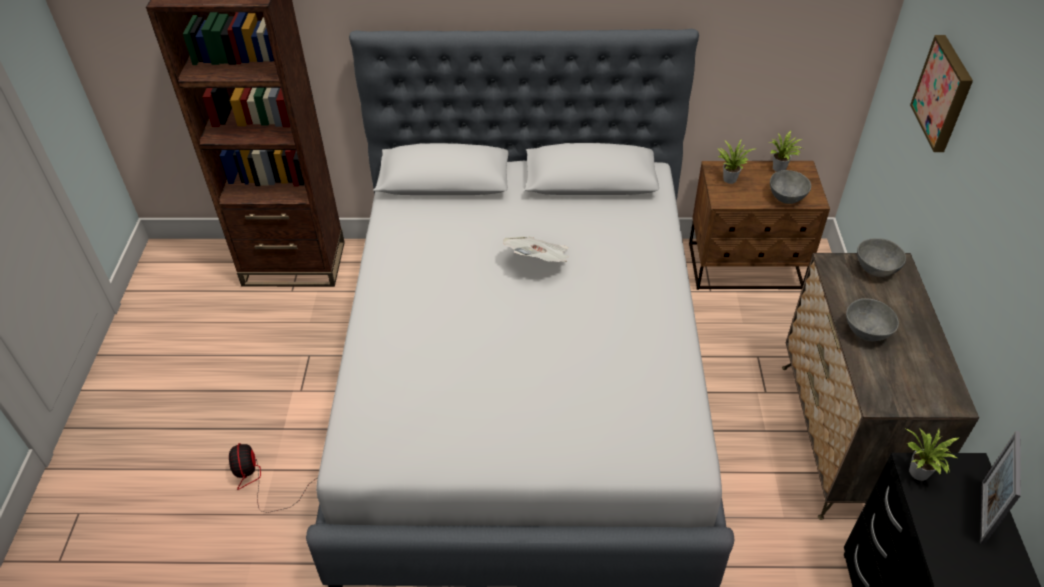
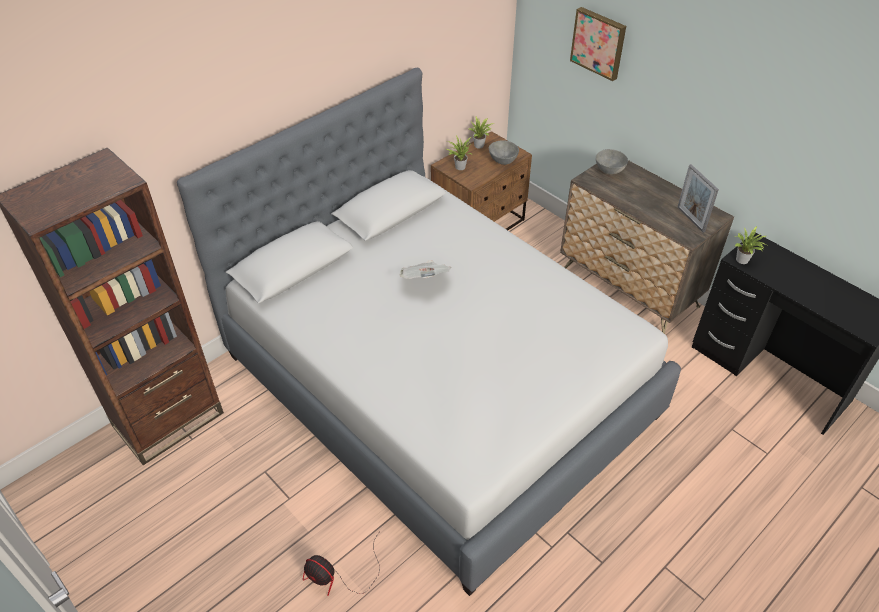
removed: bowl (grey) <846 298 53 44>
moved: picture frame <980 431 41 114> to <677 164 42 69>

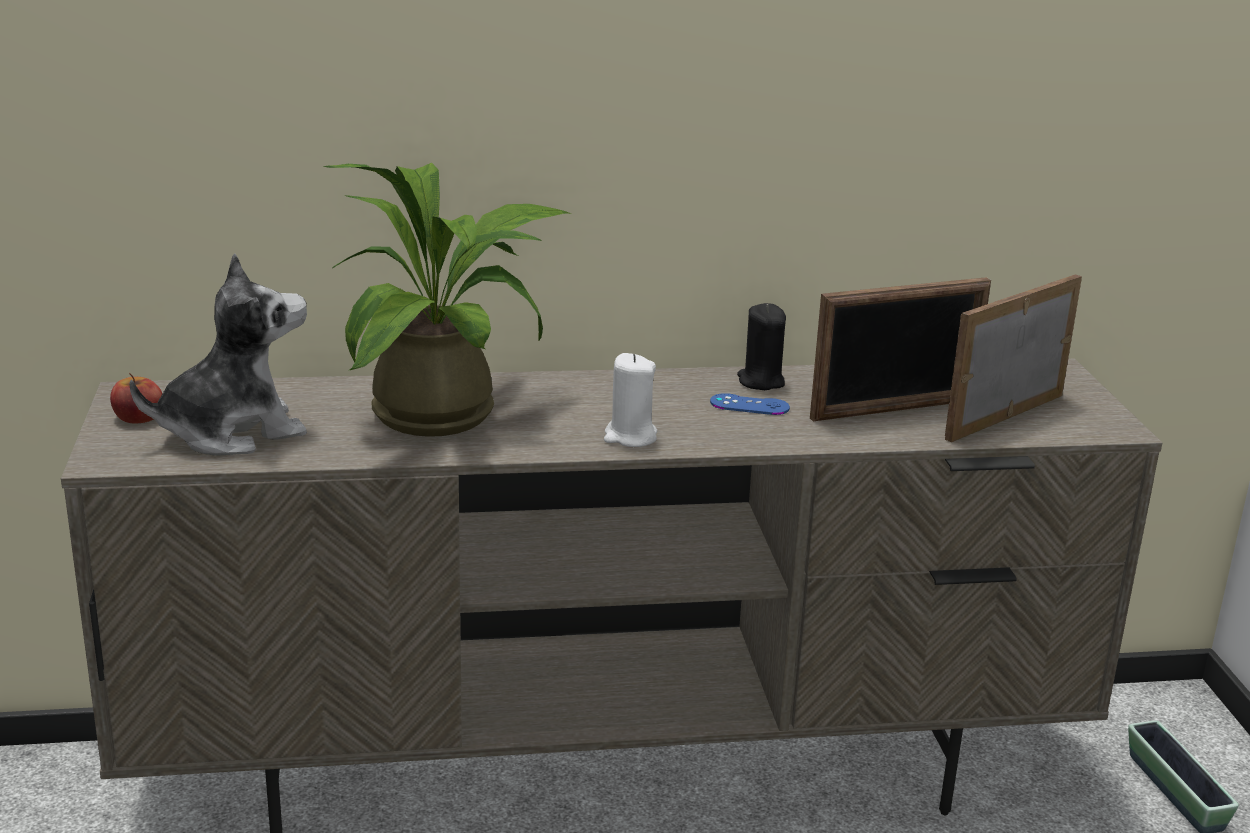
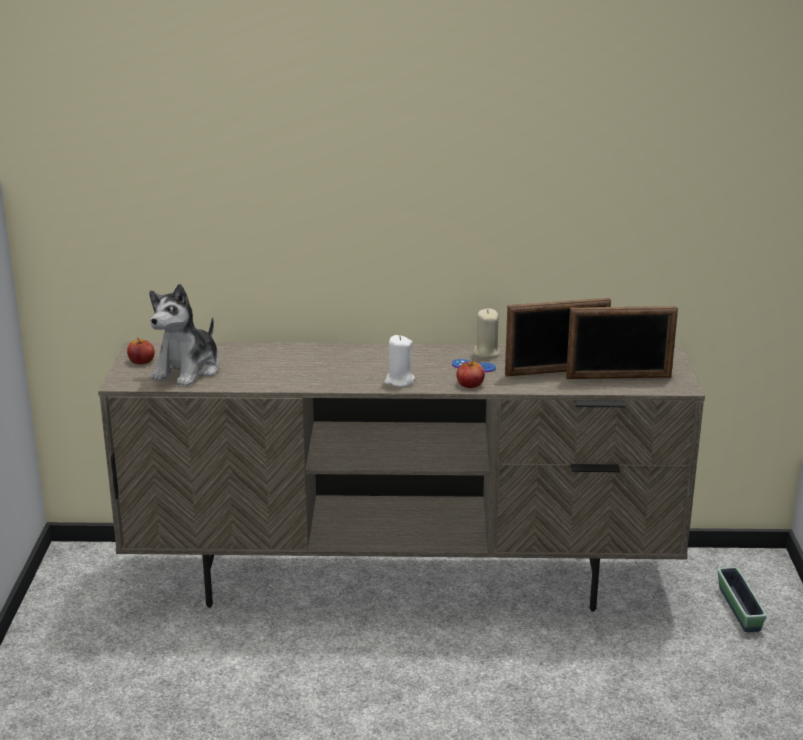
removed: potted plant <323 163 248 274>
added: apple <456 359 29 29>
recoloured: candle (black) <737 303 49 87> to candle (beige) <473 309 27 49>
turned: plush toy <129 253 178 203> = <150 284 69 103> 135 degrees clockwise; picture frame <945 274 137 168> = <566 306 112 73> 150 degrees counterclockwise

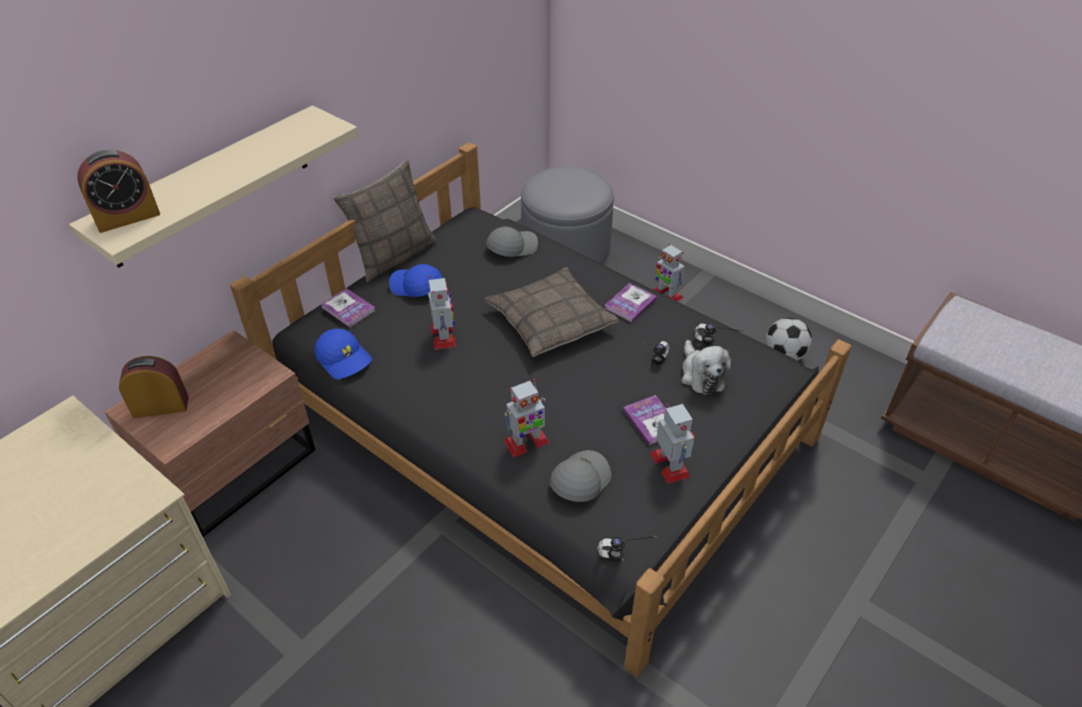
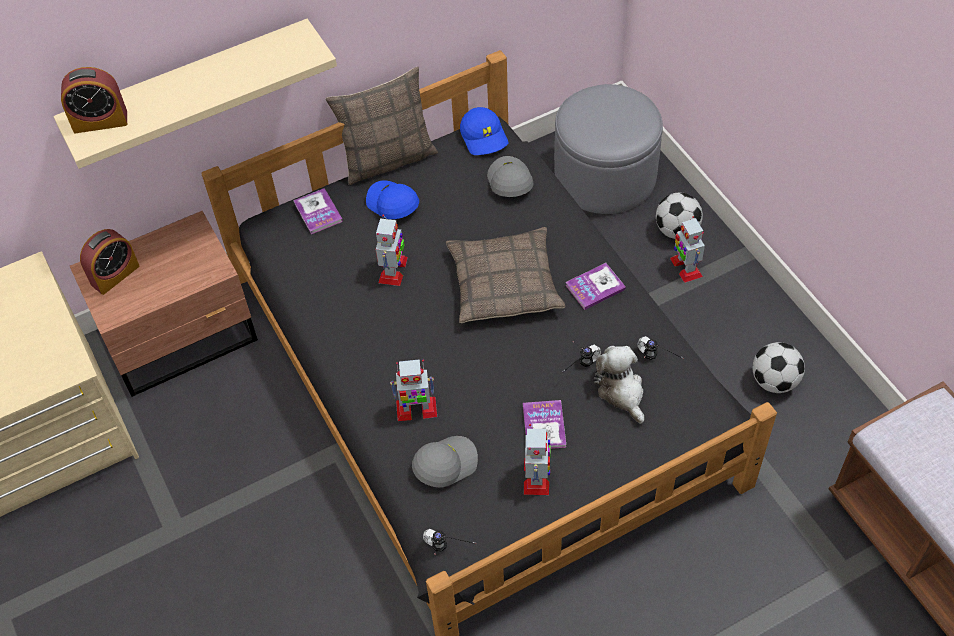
added: football <656 192 47 47>
moved: cap (blue) <314 329 58 50> to <460 107 48 48>
turned: alarm clock <119 356 70 62> = <80 229 60 66> 120 degrees clockwise; cap (grey) <486 227 52 30> = <487 156 47 41> 90 degrees counterclockwise; plush toy <681 340 51 55> = <594 346 50 78> 150 degrees clockwise

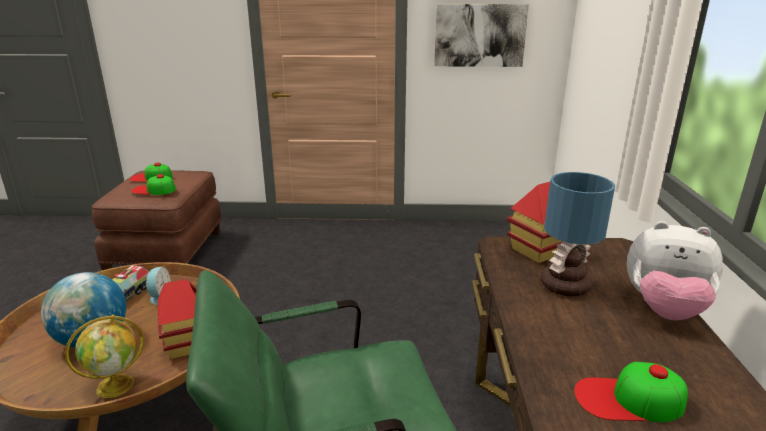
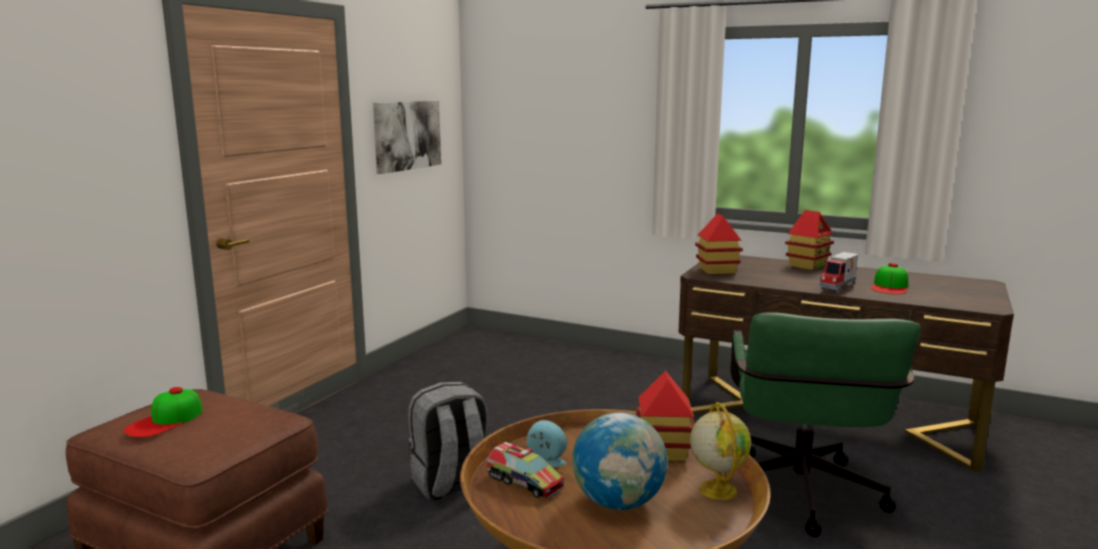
removed: cap <131 174 45 21>; table lamp <541 172 74 124>
added: backpack (grey) <408 382 81 119>; toy truck <819 252 39 41>
replaced: plush toy <626 221 97 99> to toy house <785 210 49 60>

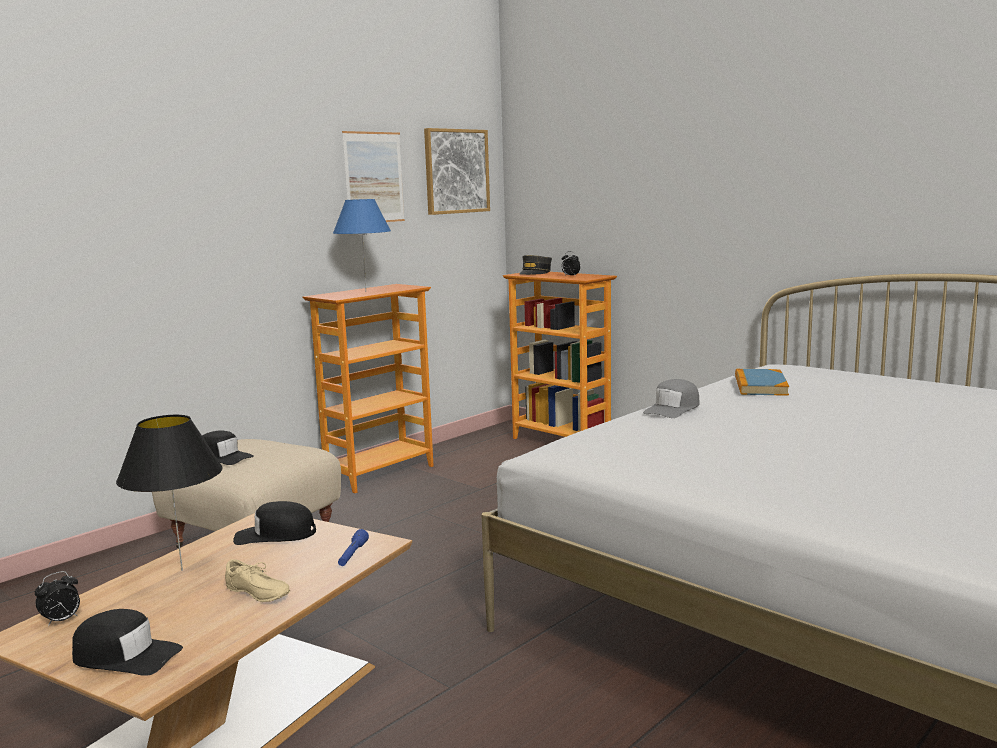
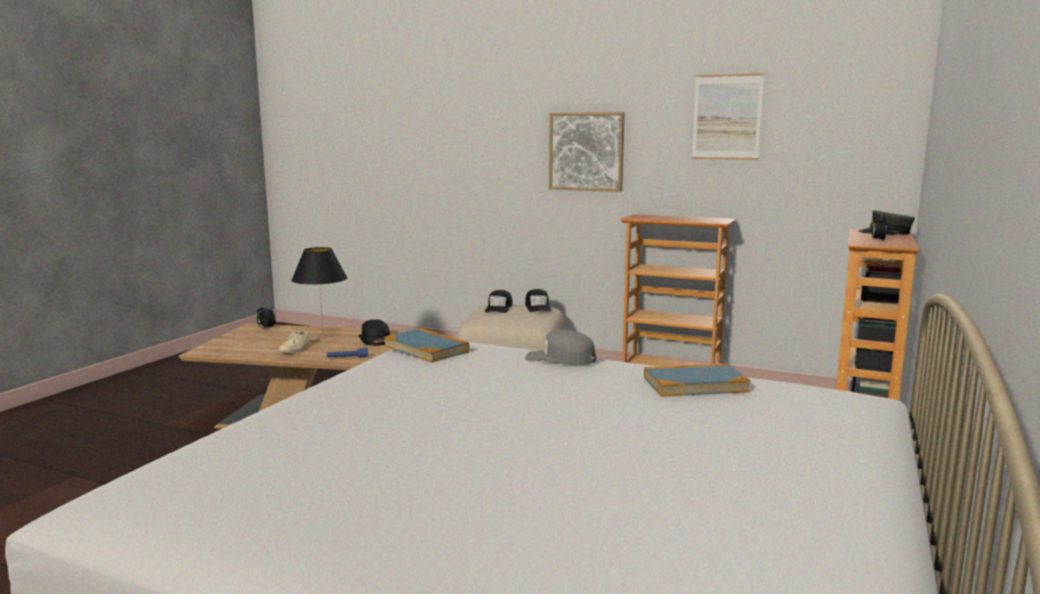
removed: table lamp (blue) <333 199 58 92>
added: book <384 328 86 35>
moved: cap (black) <72 609 111 67> to <525 289 27 23>; picture <424 128 66 87> to <549 112 75 80>

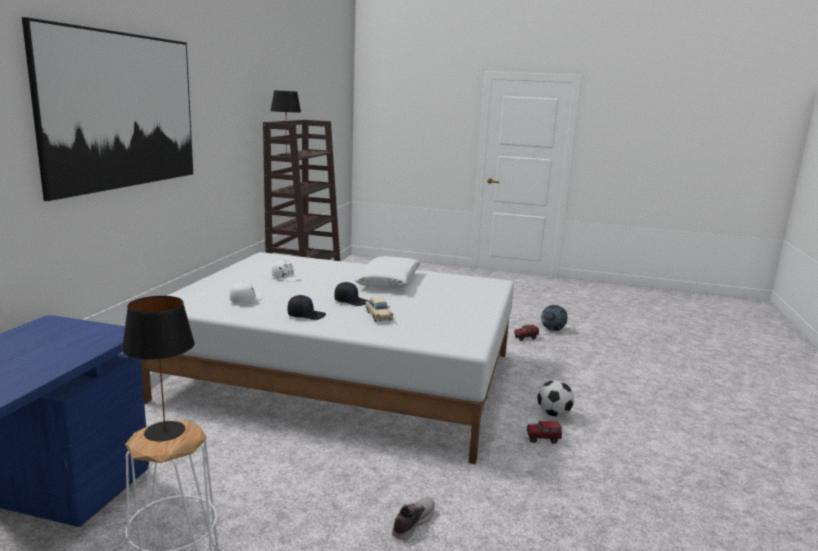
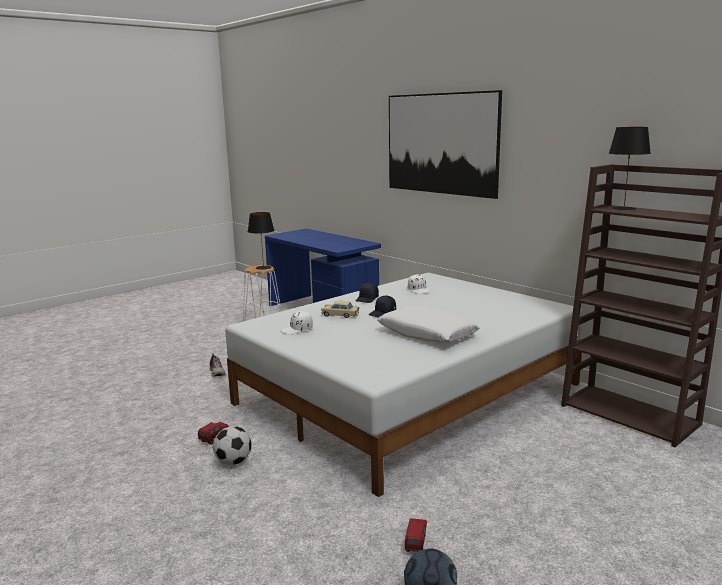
moved: cap (white) <272 260 30 22> to <280 311 33 24>

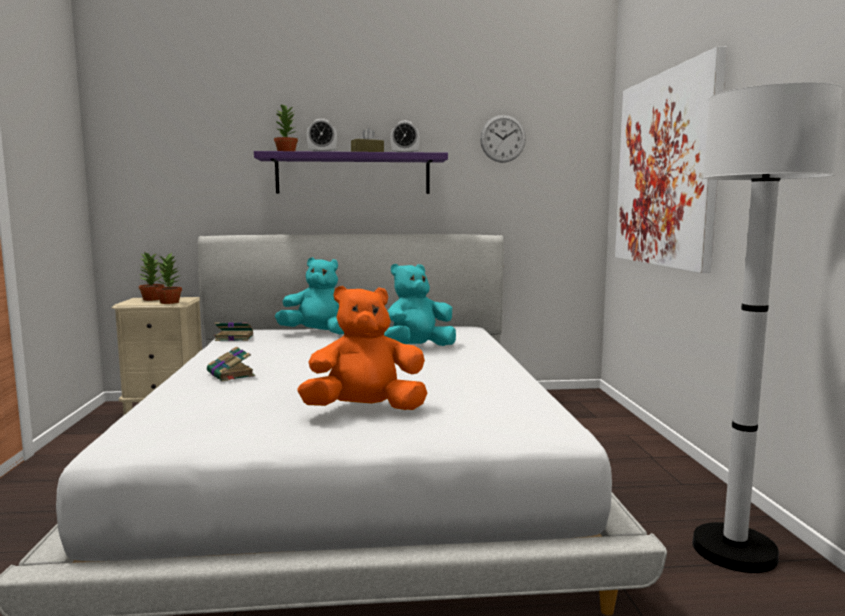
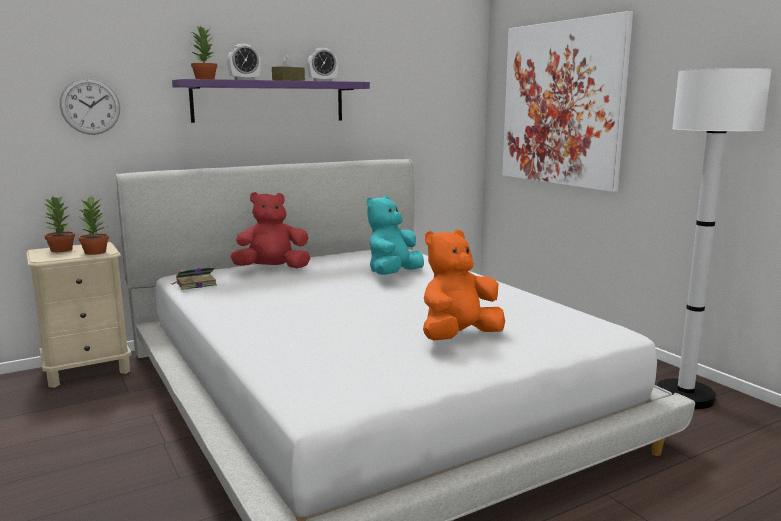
removed: book <207 346 48 35>
moved: wall clock <480 115 46 48> to <60 78 60 57>
recoloured: plush toy (turquoise) <275 257 69 78> to plush toy (red) <230 192 80 76>

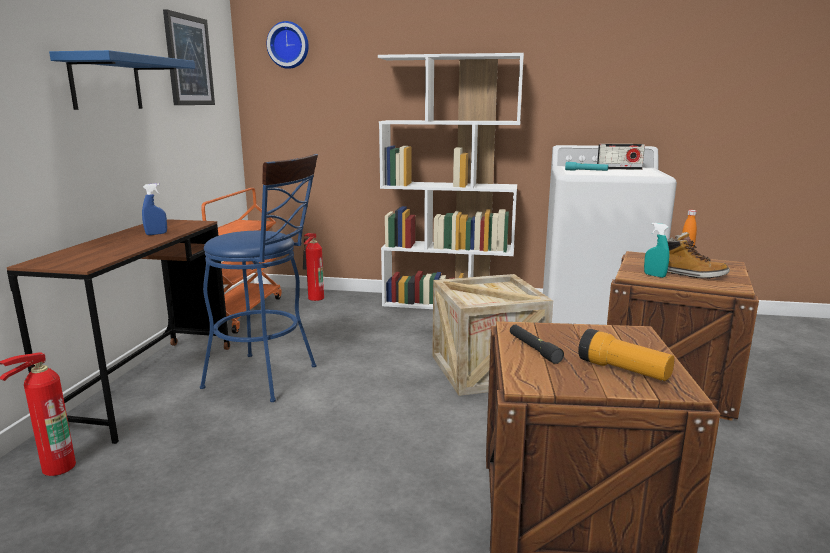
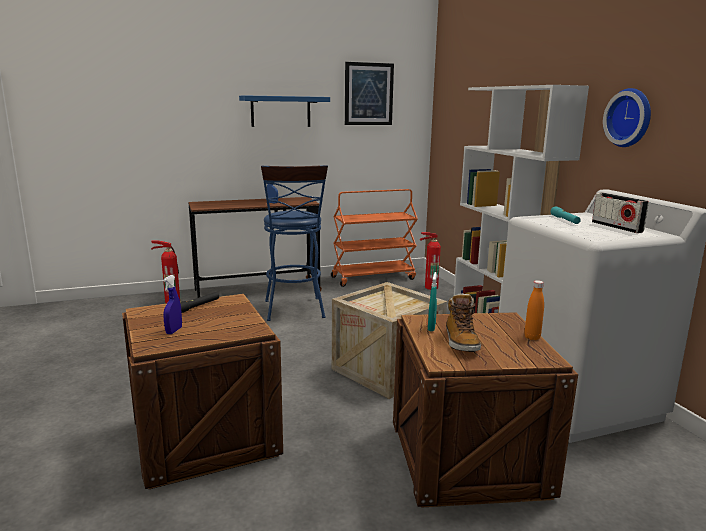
moved: wall clock <267 21 42 48> to <603 88 48 59>
replaced: flashlight <578 329 97 52> to spray bottle (blue) <163 275 19 59>

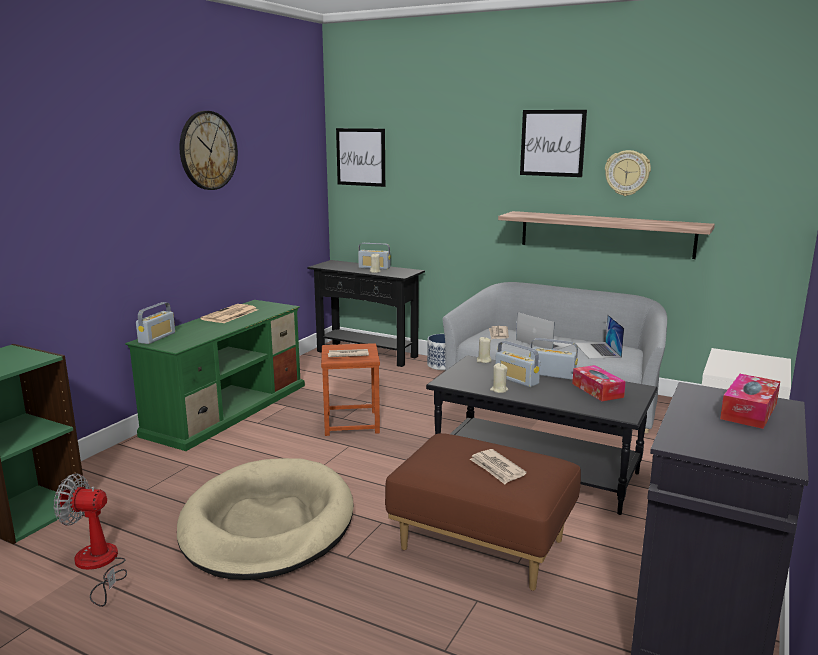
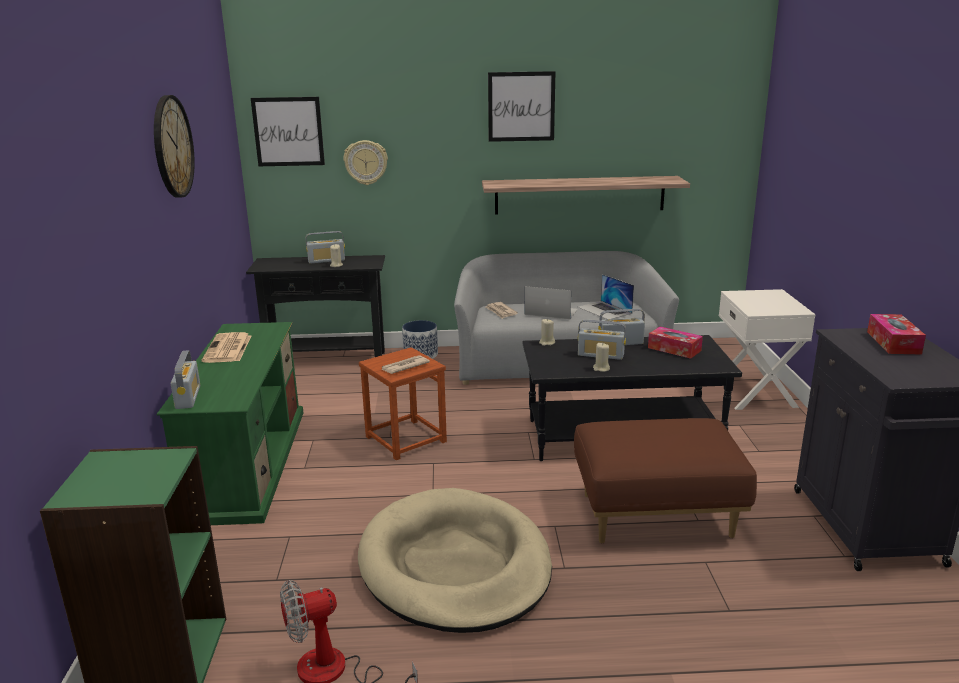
removed: newspaper <470 449 57 35>
moved: wall clock <605 150 46 46> to <343 140 45 45>

